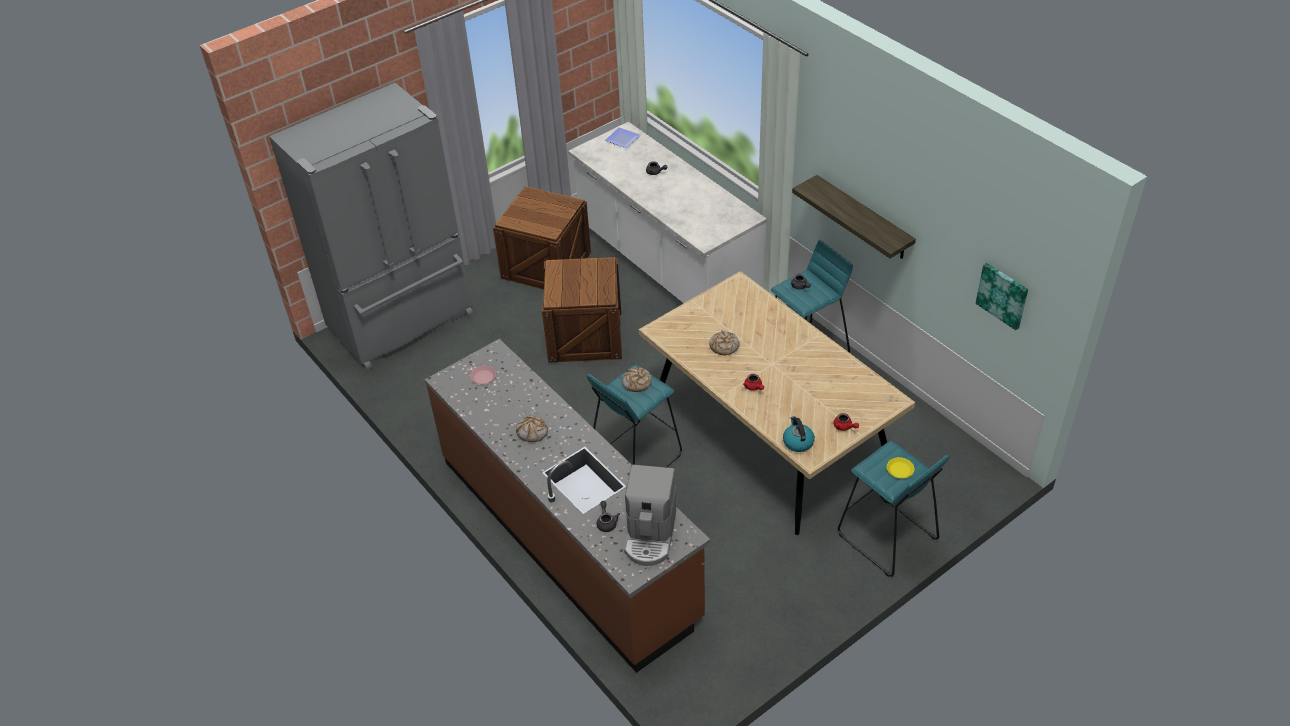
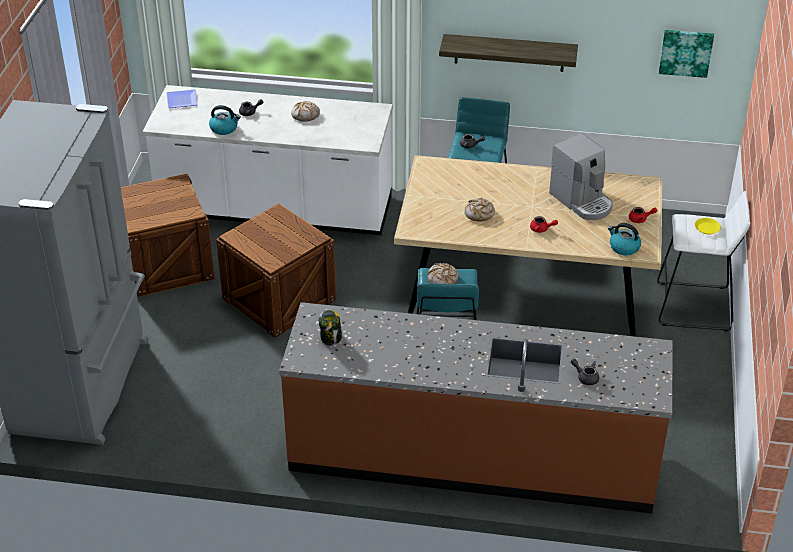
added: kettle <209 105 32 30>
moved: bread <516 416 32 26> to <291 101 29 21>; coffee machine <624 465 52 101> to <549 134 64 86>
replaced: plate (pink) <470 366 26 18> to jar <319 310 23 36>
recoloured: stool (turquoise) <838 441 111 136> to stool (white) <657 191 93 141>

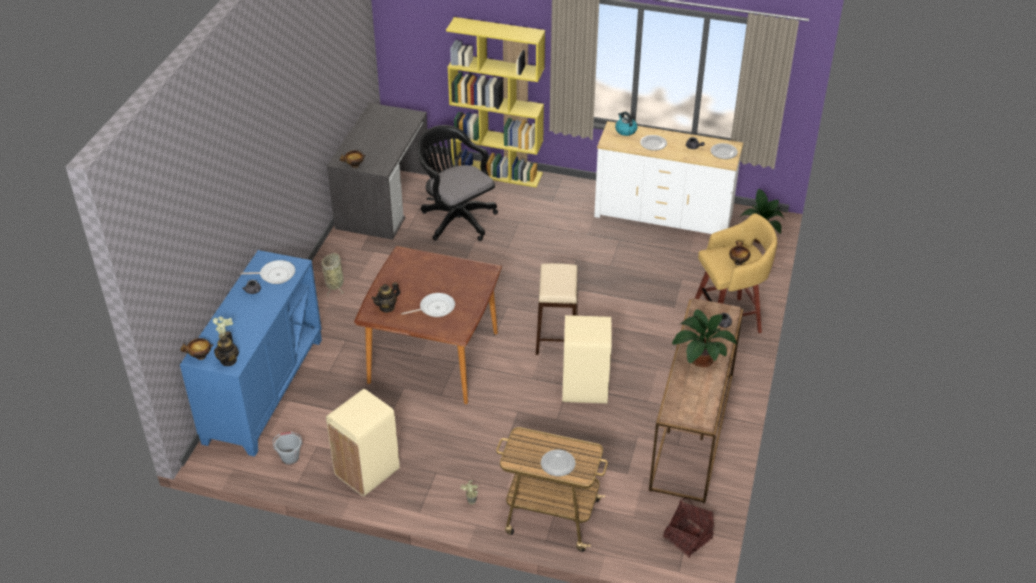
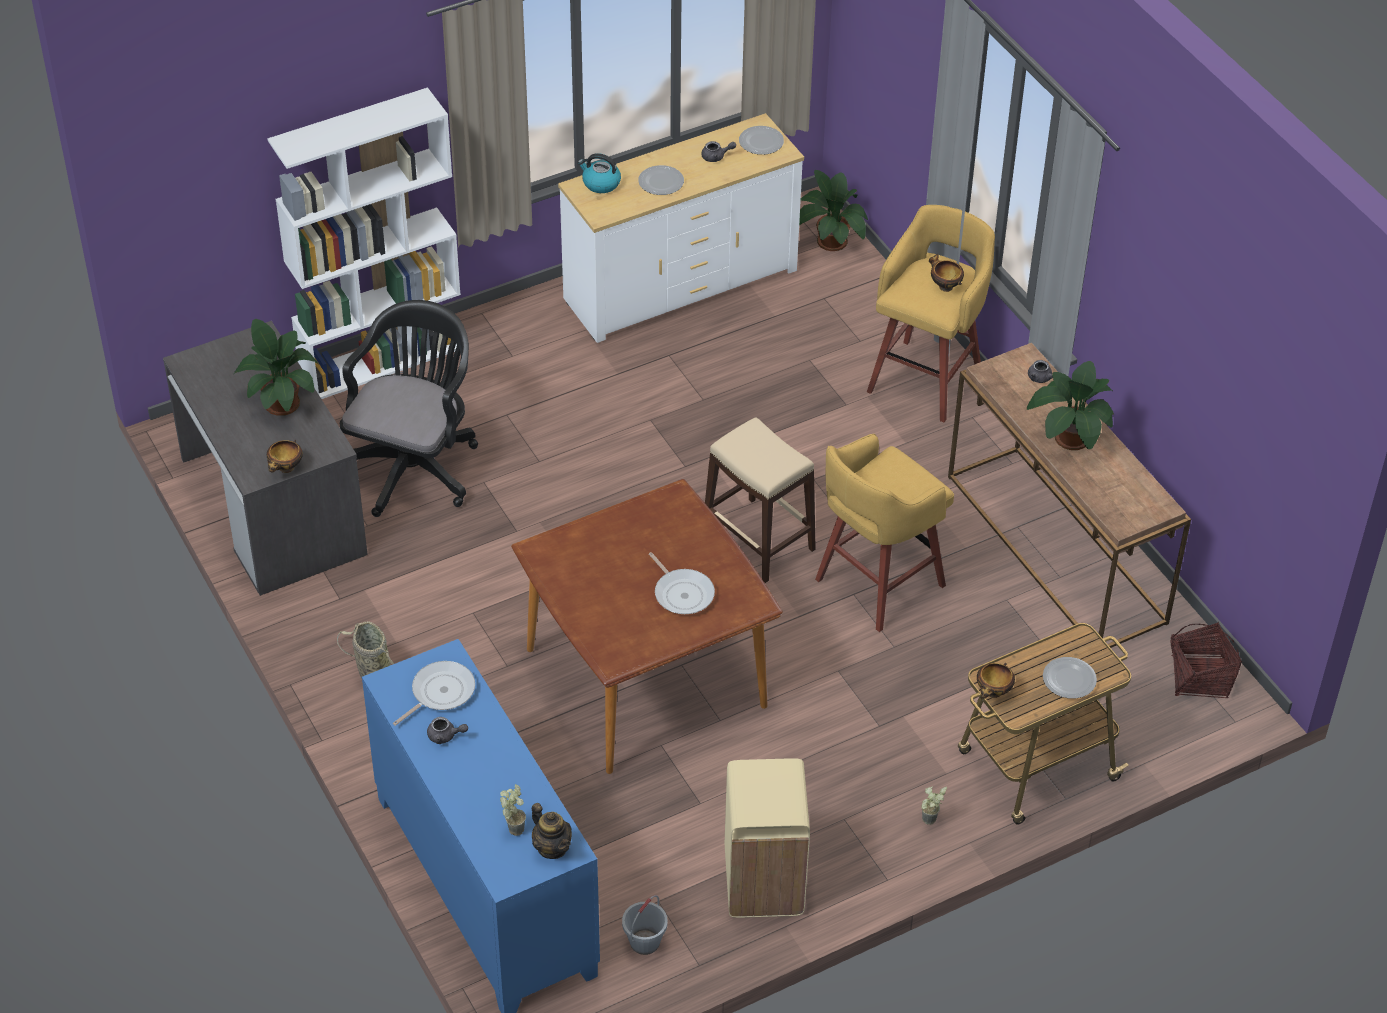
removed: teapot <372 282 28 31>
added: potted plant <234 319 84 97>
moved: bowl <180 338 33 22> to <977 663 38 36>
replaced: trash can (beige) <562 315 50 89> to stool (yellow) <815 434 139 198>
recoloured: bookcase (yellow) <446 17 99 171> to bookcase (white) <267 87 194 312>
turned: office chair (black) <418 125 80 116> = <340 300 138 217> 105 degrees clockwise; frying pan <401 293 54 24> = <649 552 66 62> 120 degrees clockwise

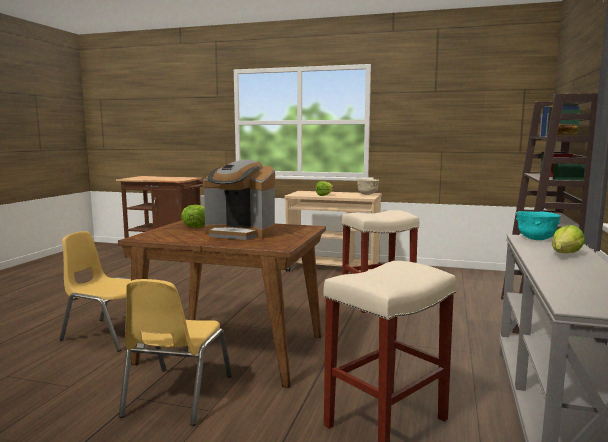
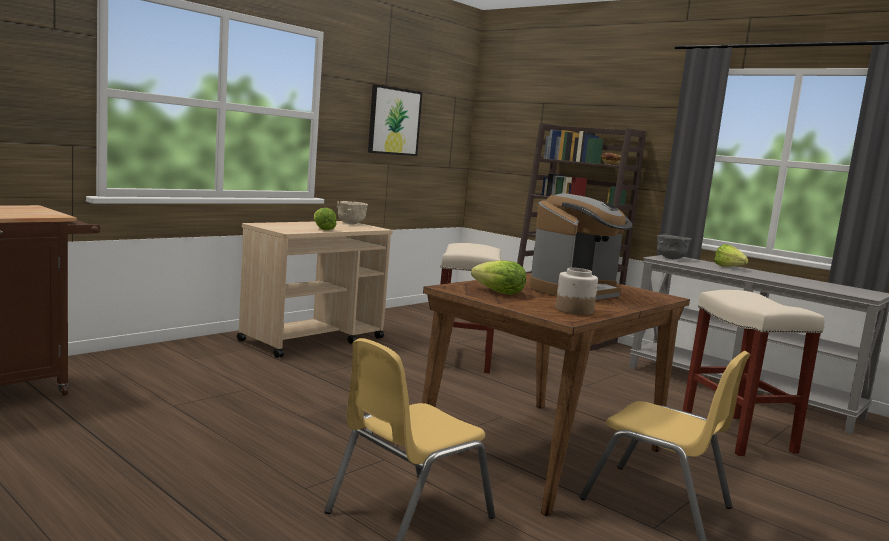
added: picture <368 84 55 72>; jar <556 268 42 47>
recoloured: bowl (turquoise) <516 211 45 29> to bowl (grey) <657 234 35 25>

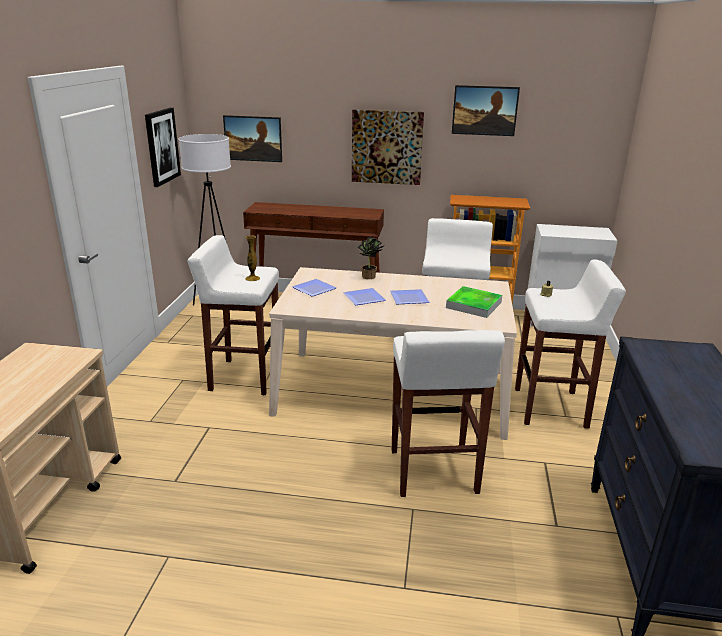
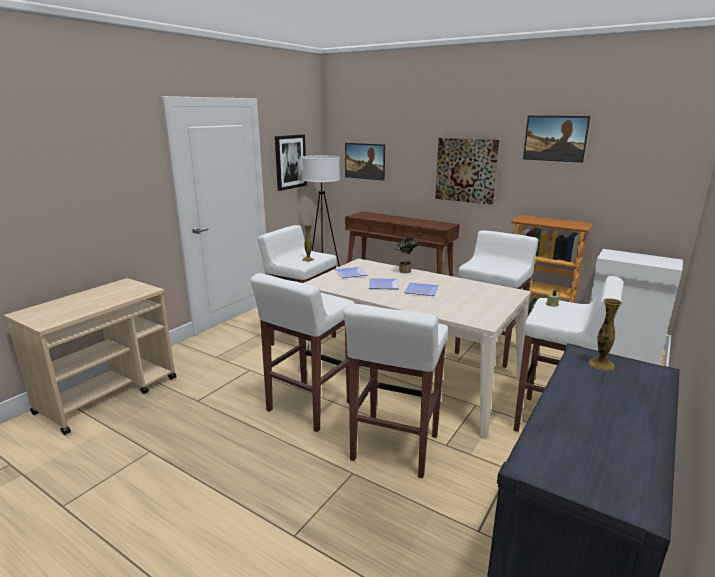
removed: tray <446 286 56 32>
added: stool (white) <250 273 105 159>; vase <589 298 33 72>

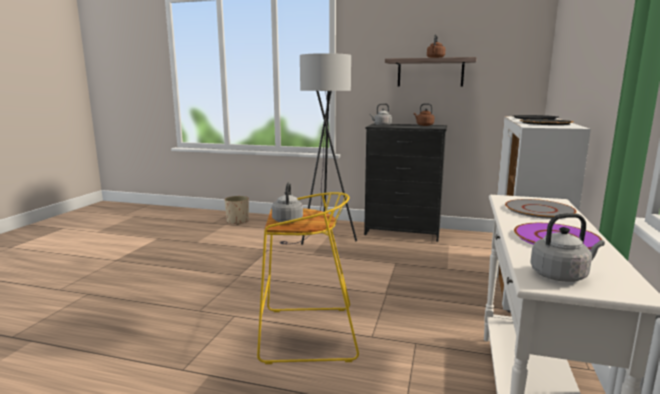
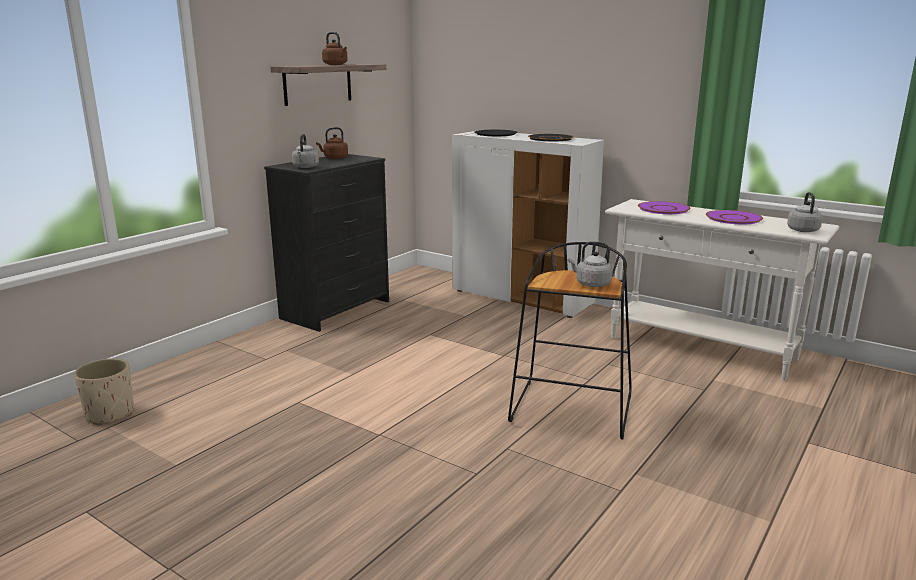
removed: floor lamp (grey) <280 53 77 192>
recoloured: stool (yellow) <257 192 102 172> to stool (black) <508 242 124 197>; plate (grey) <505 199 72 20> to plate (purple) <638 201 52 13>

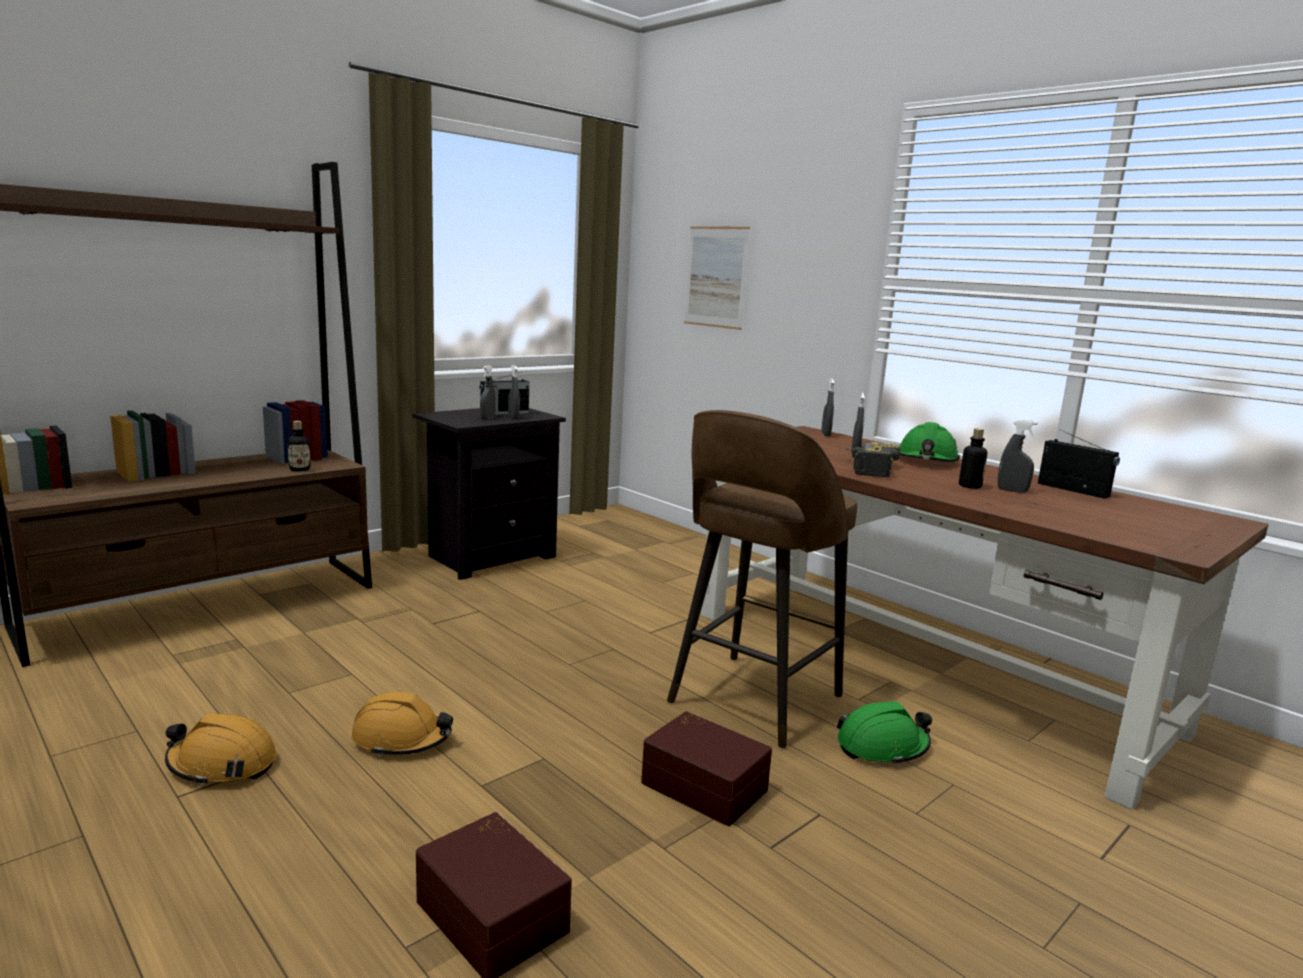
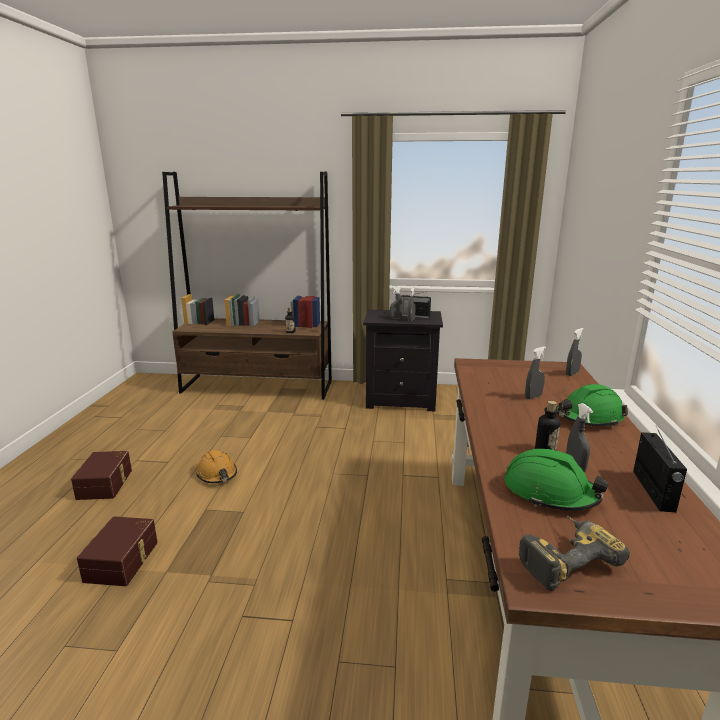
removed: hard hat (orange) <165 713 112 73>; stool (brown) <667 410 190 339>; picture <684 226 66 104>
moved: storage box (brown) <641 711 131 115> to <71 451 61 49>; hard hat (green) <837 701 95 65> to <504 449 105 62>; power drill <845 442 55 35> to <519 516 111 75>

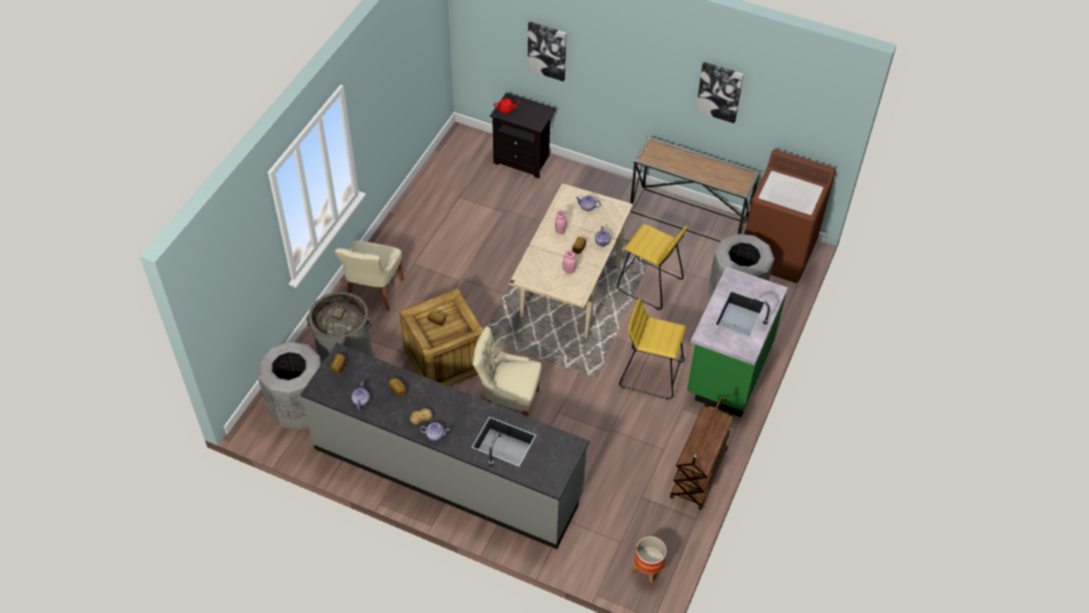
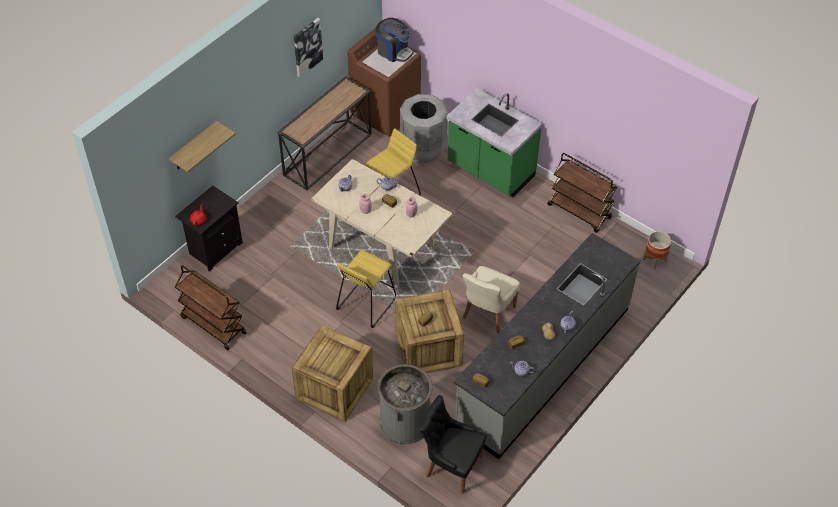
added: cart (brown) <174 265 73 85>; coffee machine <375 18 39 44>
moved: stool (yellow) <619 298 67 101> to <336 250 60 78>
replaced: picture <528 22 38 59> to shelf <169 121 67 51>; chair (beige) <335 241 68 70> to crate <292 325 81 97>; trash can (grey) <258 341 63 89> to chair (black) <420 395 66 99>

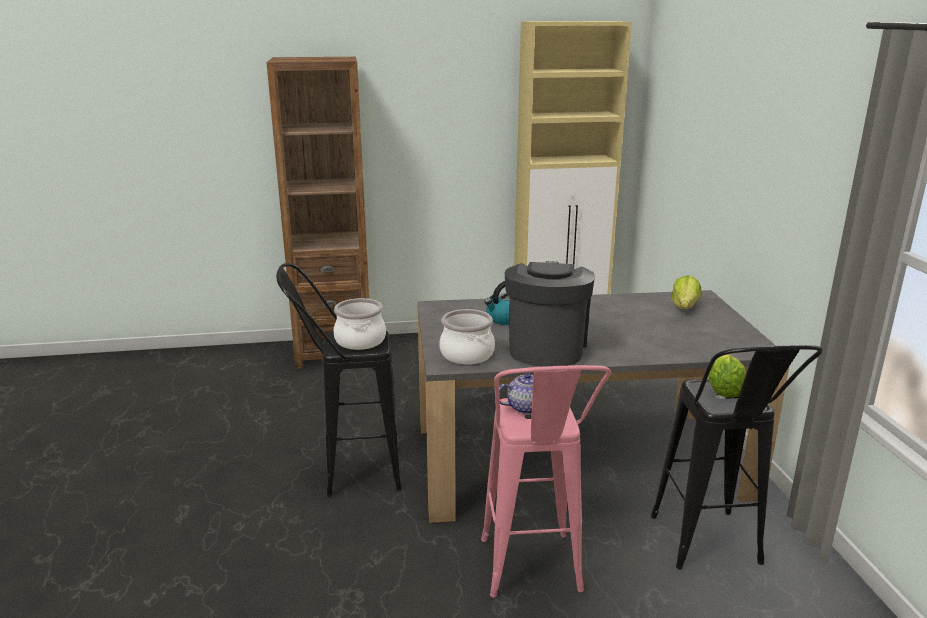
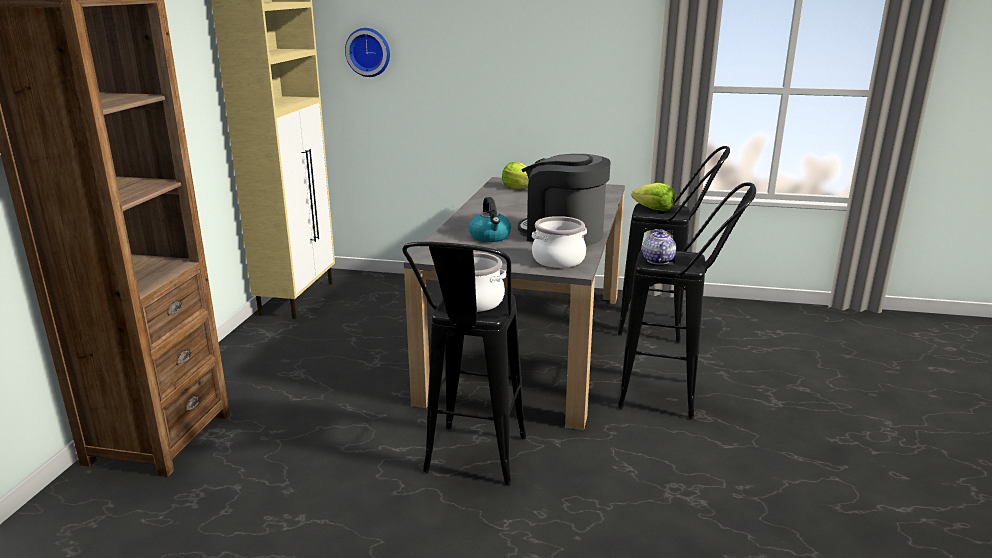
added: wall clock <345 28 45 49>
recoloured: stool (pink) <481 365 130 233> to stool (black) <618 182 138 237>

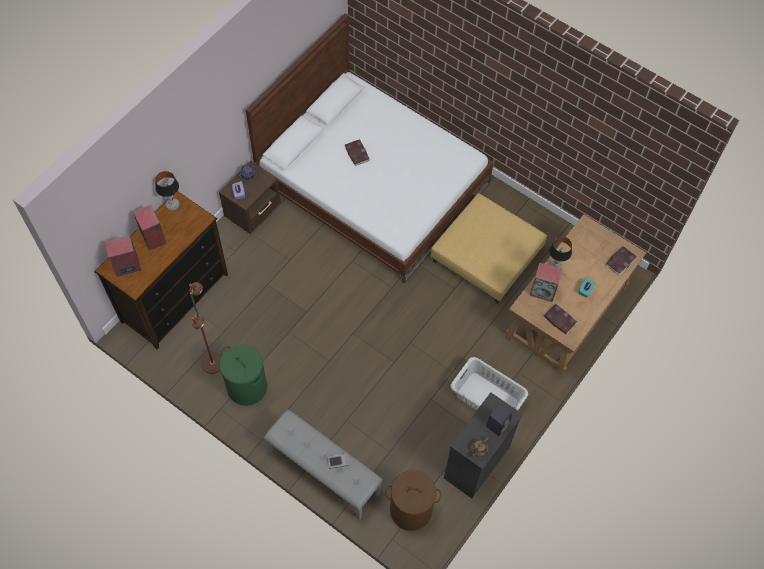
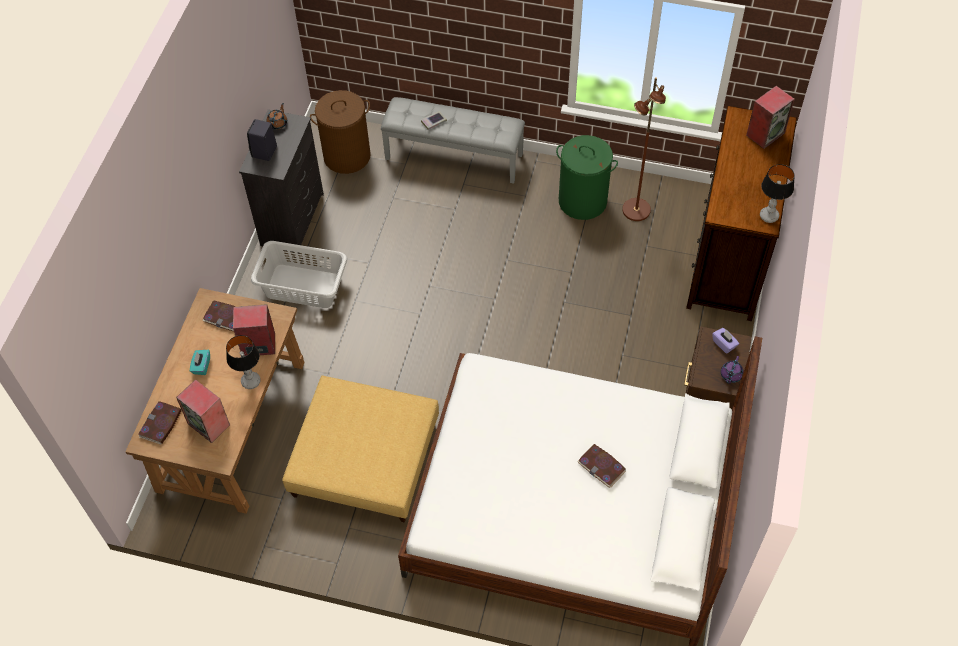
moved: speaker <133 205 33 46> to <176 379 54 64>

